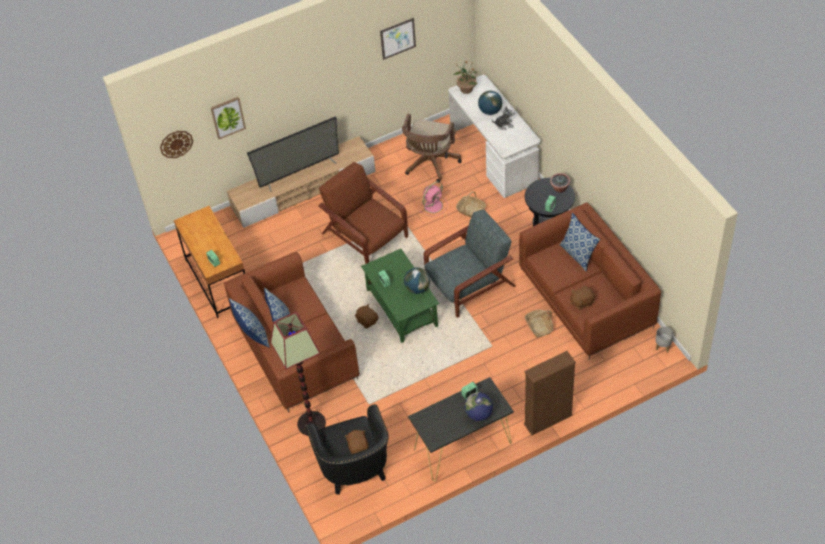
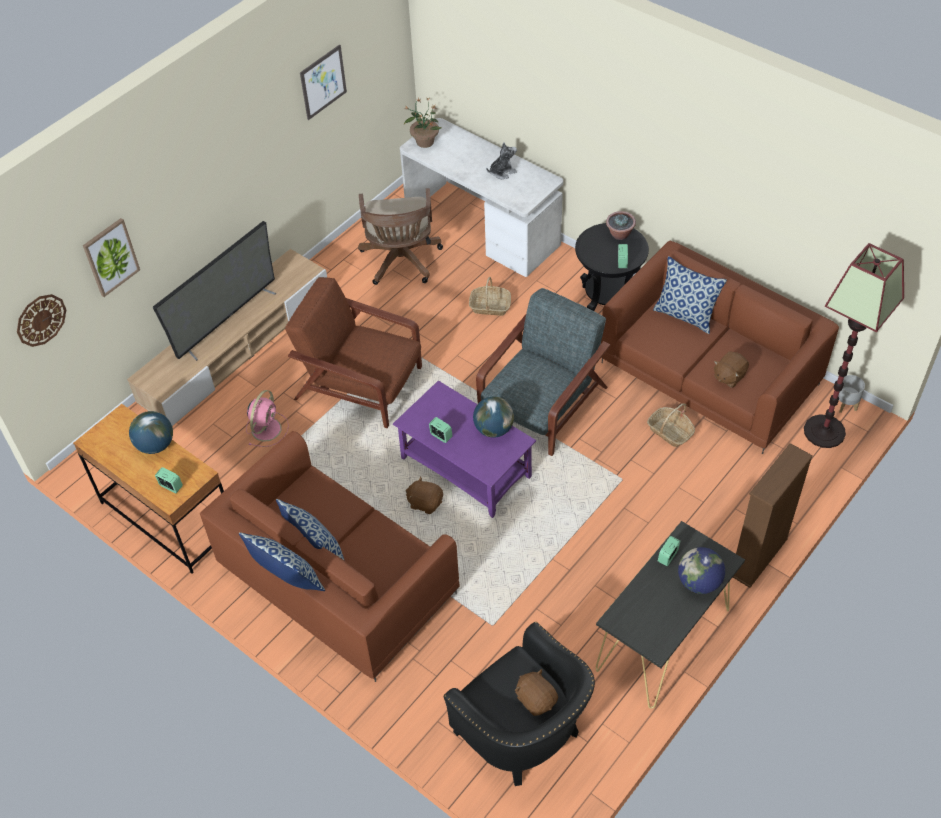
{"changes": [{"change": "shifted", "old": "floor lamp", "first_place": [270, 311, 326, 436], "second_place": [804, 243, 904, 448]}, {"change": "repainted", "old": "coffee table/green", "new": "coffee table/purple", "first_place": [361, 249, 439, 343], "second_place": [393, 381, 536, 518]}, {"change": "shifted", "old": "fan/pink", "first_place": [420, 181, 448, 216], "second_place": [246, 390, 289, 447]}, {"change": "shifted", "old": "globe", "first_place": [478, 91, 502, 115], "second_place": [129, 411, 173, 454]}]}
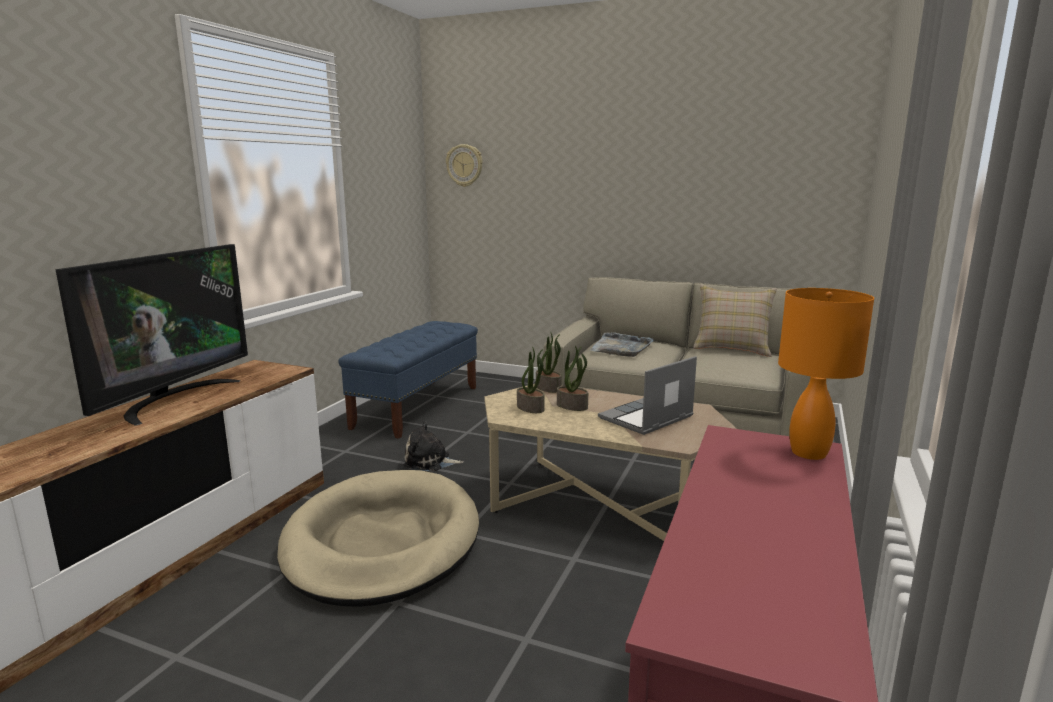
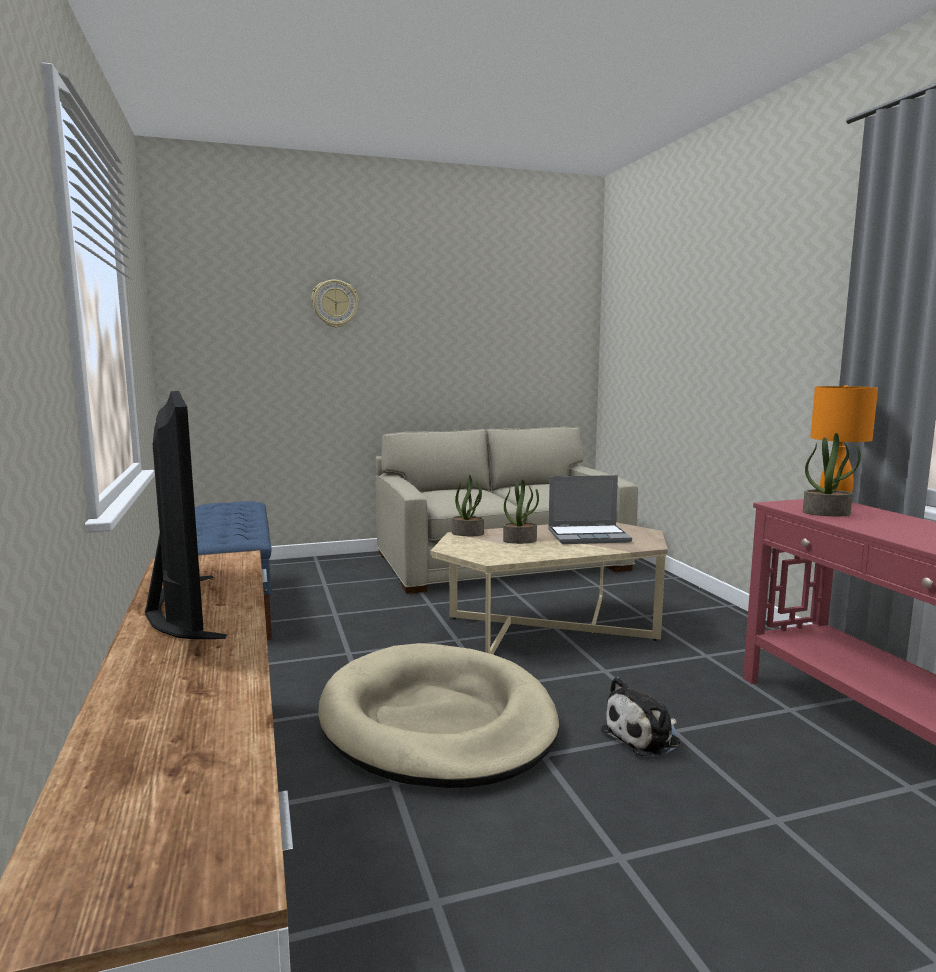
{"changes": [{"change": "shifted", "old": "plush toy", "first_place": [404, 421, 464, 471], "second_place": [601, 677, 681, 757]}, {"change": "shifted", "old": "wall clock", "first_place": [446, 144, 483, 187], "second_place": [312, 280, 359, 328]}, {"change": "shifted", "old": "potted plant", "first_place": [517, 347, 545, 413], "second_place": [803, 433, 861, 516]}, {"change": "gone", "old": "tray/grey", "first_place": [590, 332, 654, 357]}, {"change": "rotated", "old": "laptop", "first_place": [598, 356, 697, 435], "second_place": [548, 475, 632, 544], "degrees": -105}, {"change": "gone", "old": "pillow/beige", "first_place": [693, 285, 777, 357]}]}
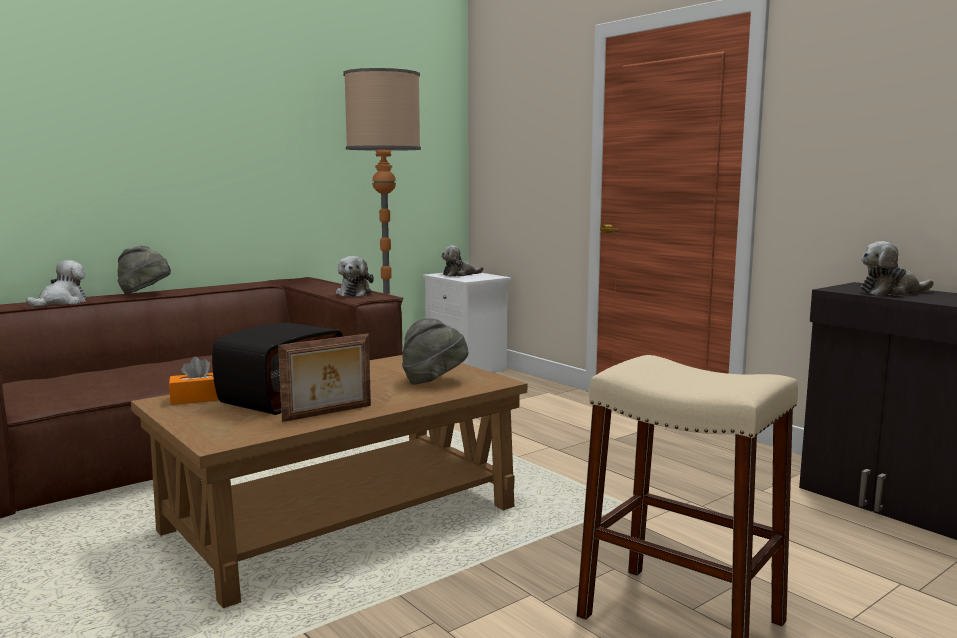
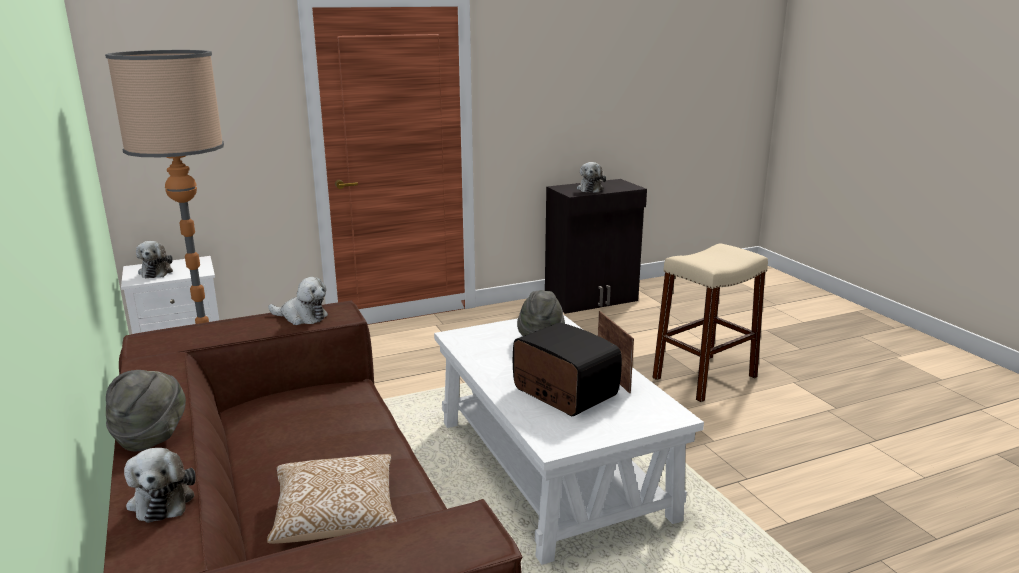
{"changes": [{"change": "rotated", "old": "plush toy", "first_place": [26, 260, 87, 306], "second_place": [124, 448, 196, 523], "degrees": -150}, {"change": "repainted", "old": "coffee table/brown", "new": "coffee table/white", "first_place": [131, 355, 527, 609], "second_place": [434, 314, 704, 565]}, {"change": "gone", "old": "tissue box/orange", "first_place": [169, 357, 218, 405]}, {"change": "new", "new": "pillow", "second_place": [267, 454, 397, 544]}]}
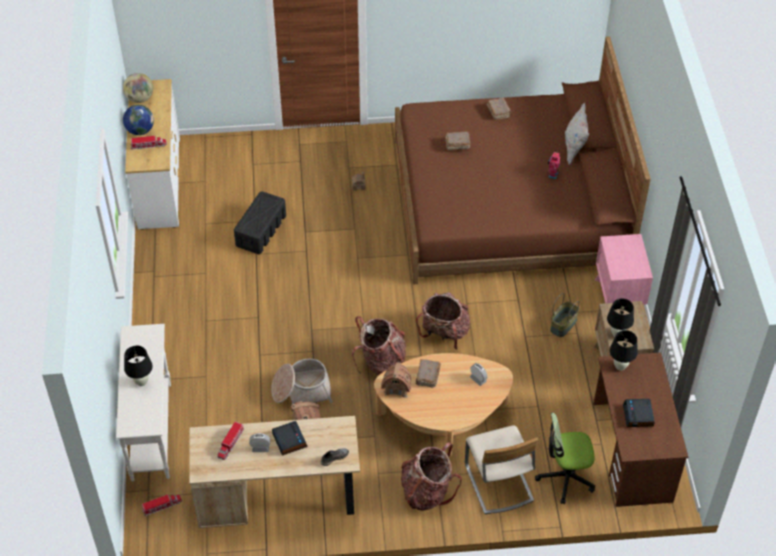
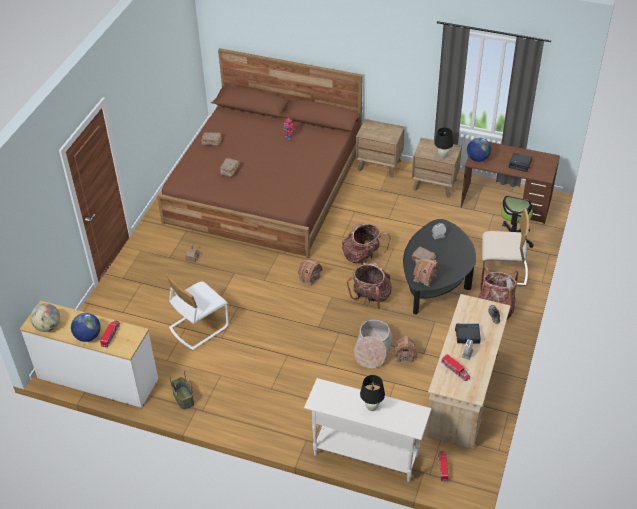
{"changes": [{"change": "swapped", "old": "storage box/black", "new": "chair/white", "first_place": [234, 191, 286, 254], "second_place": [166, 274, 229, 350]}, {"change": "repainted", "old": "coffee table/beige", "new": "coffee table/black", "first_place": [374, 353, 513, 457], "second_place": [403, 219, 476, 315]}, {"change": "shifted", "old": "basket", "first_place": [550, 293, 579, 337], "second_place": [170, 370, 194, 410]}, {"change": "gone", "old": "pillow/white", "first_place": [565, 103, 589, 164]}, {"change": "repainted", "old": "nightstand/pink", "new": "nightstand/brown", "first_place": [595, 234, 653, 305], "second_place": [356, 119, 405, 178]}, {"change": "swapped", "old": "table lamp/black", "new": "globe", "first_place": [610, 330, 638, 371], "second_place": [467, 138, 491, 162]}, {"change": "new", "new": "toy house", "second_place": [298, 260, 323, 286]}]}
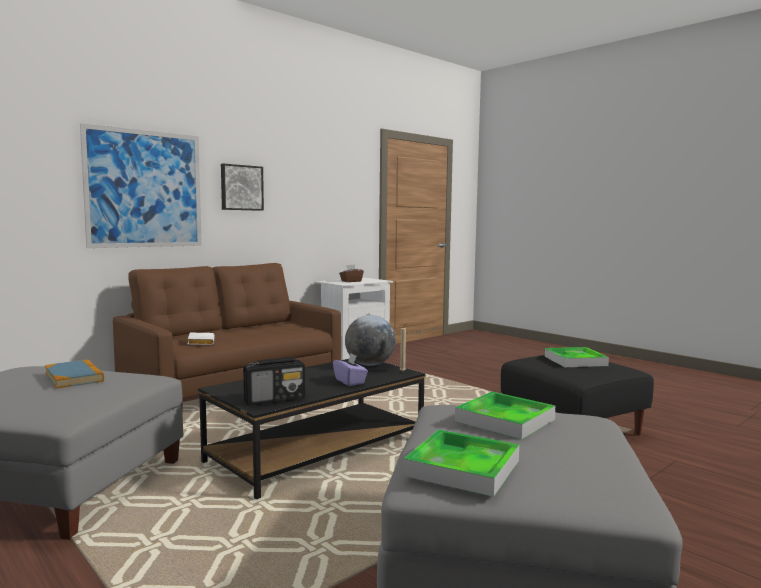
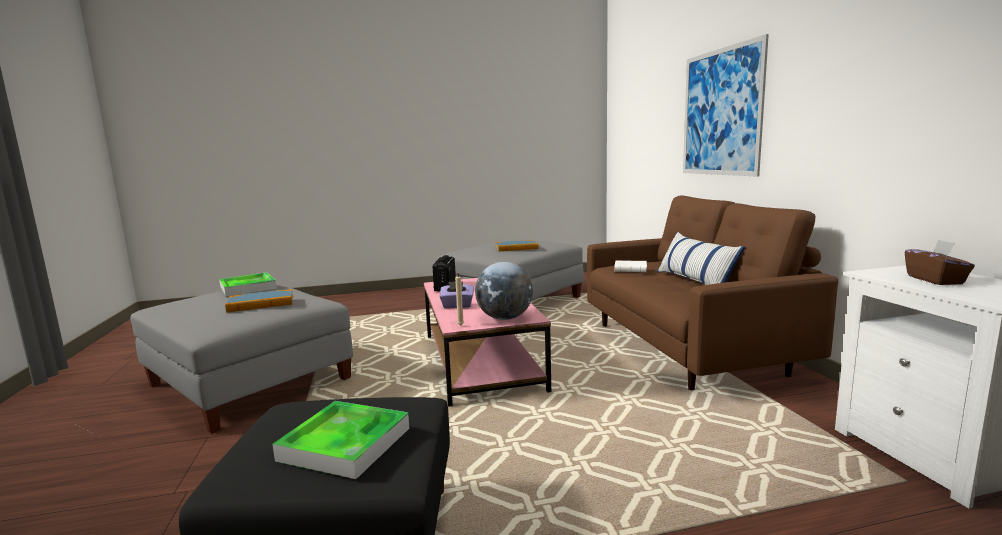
{"changes": [{"change": "repainted", "old": "coffee table/black", "new": "coffee table/pink", "first_place": [198, 359, 425, 499], "second_place": [424, 278, 551, 407]}, {"change": "gone", "old": "picture", "first_place": [221, 164, 264, 211]}, {"change": "swapped", "old": "tray", "new": "book", "first_place": [455, 392, 556, 439], "second_place": [225, 289, 293, 313]}, {"change": "new", "new": "pillow", "second_place": [657, 232, 745, 285]}]}
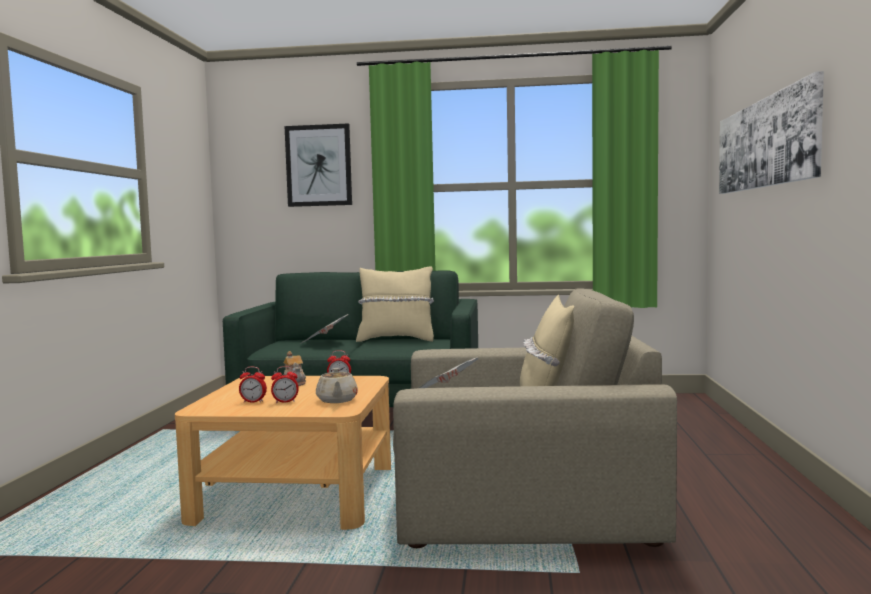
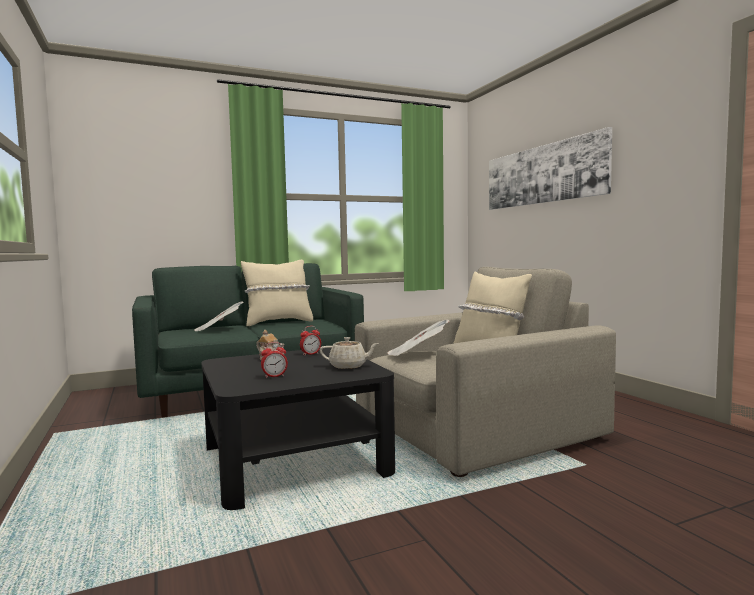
{"changes": [{"change": "repainted", "old": "coffee table/beige", "new": "coffee table/black", "first_place": [175, 376, 391, 530], "second_place": [202, 348, 395, 510]}, {"change": "gone", "old": "alarm clock", "first_place": [271, 366, 299, 403]}, {"change": "gone", "old": "picture", "first_place": [284, 124, 352, 207]}, {"change": "rotated", "old": "teapot/beige", "first_place": [316, 368, 358, 403], "second_place": [320, 337, 380, 369], "degrees": -45}]}
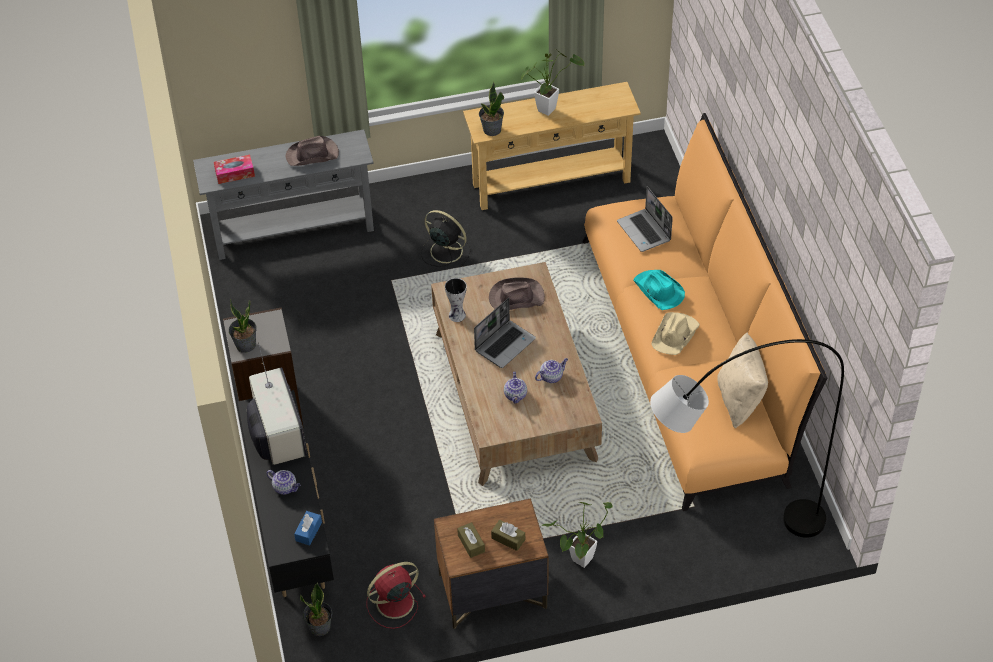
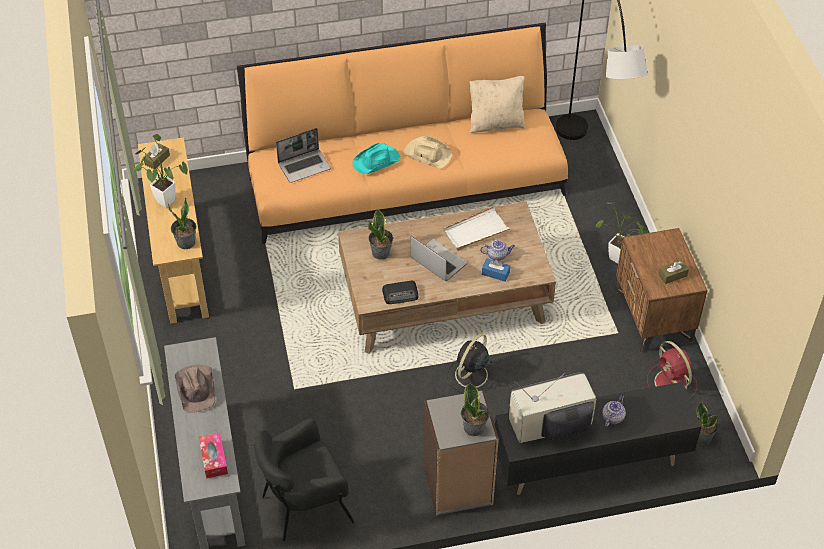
{"changes": [{"change": "shifted", "old": "tissue box/blue", "first_place": [294, 511, 322, 545], "second_place": [482, 258, 510, 282]}, {"change": "shifted", "old": "fan/black", "first_place": [421, 210, 471, 267], "second_place": [447, 334, 494, 394]}, {"change": "swapped", "old": "vase", "new": "radio", "first_place": [445, 278, 467, 322], "second_place": [382, 281, 418, 304]}, {"change": "swapped", "old": "hat/brown", "new": "potted plant", "first_place": [489, 277, 545, 310], "second_place": [368, 209, 393, 260]}, {"change": "shifted", "old": "tissue box/brown", "first_place": [491, 520, 525, 551], "second_place": [144, 143, 170, 170]}, {"change": "swapped", "old": "teapot", "new": "tray/white", "first_place": [535, 358, 568, 383], "second_place": [443, 206, 511, 251]}, {"change": "new", "new": "armchair/black", "second_place": [254, 418, 355, 542]}]}
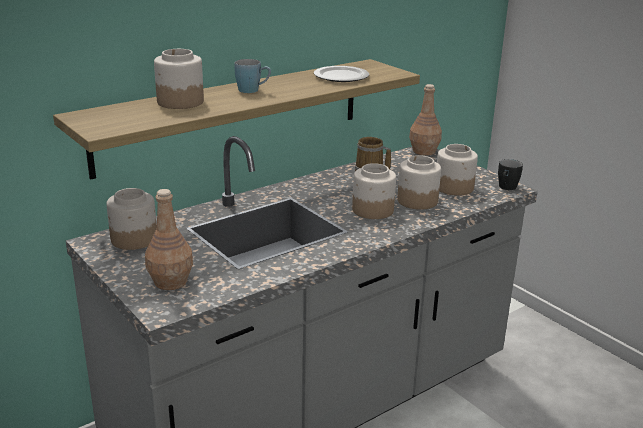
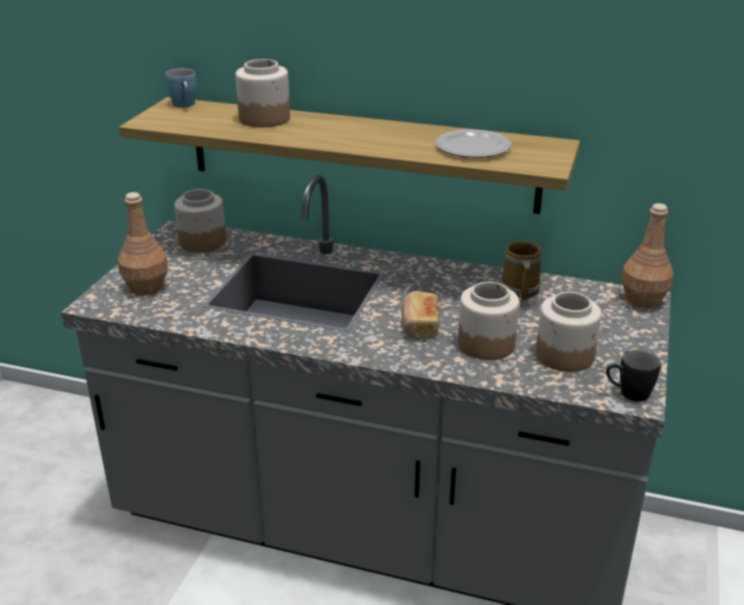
{"changes": [{"change": "shifted", "old": "mug/blue", "first_place": [234, 59, 271, 93], "second_place": [166, 68, 197, 107]}, {"change": "swapped", "old": "jar", "new": "bread", "first_place": [352, 163, 396, 219], "second_place": [402, 291, 439, 340]}]}
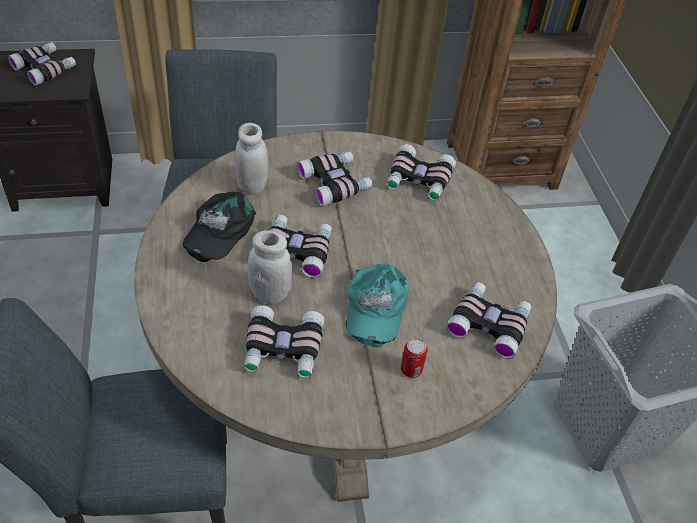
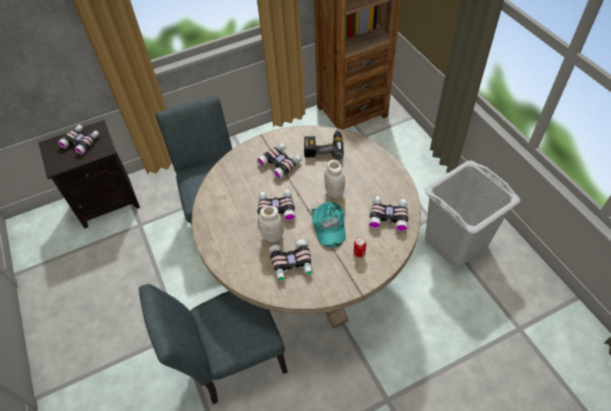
{"changes": [{"change": "gone", "old": "cap/black", "first_place": [182, 192, 256, 262]}, {"change": "shifted", "old": "jar/white", "first_place": [235, 123, 268, 195], "second_place": [324, 160, 345, 198]}, {"change": "swapped", "old": "binoculars", "new": "power drill", "first_place": [387, 144, 456, 200], "second_place": [304, 129, 344, 160]}]}
